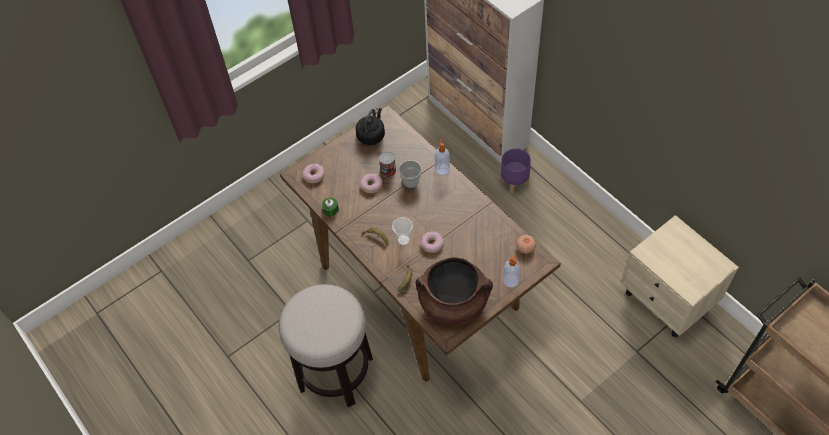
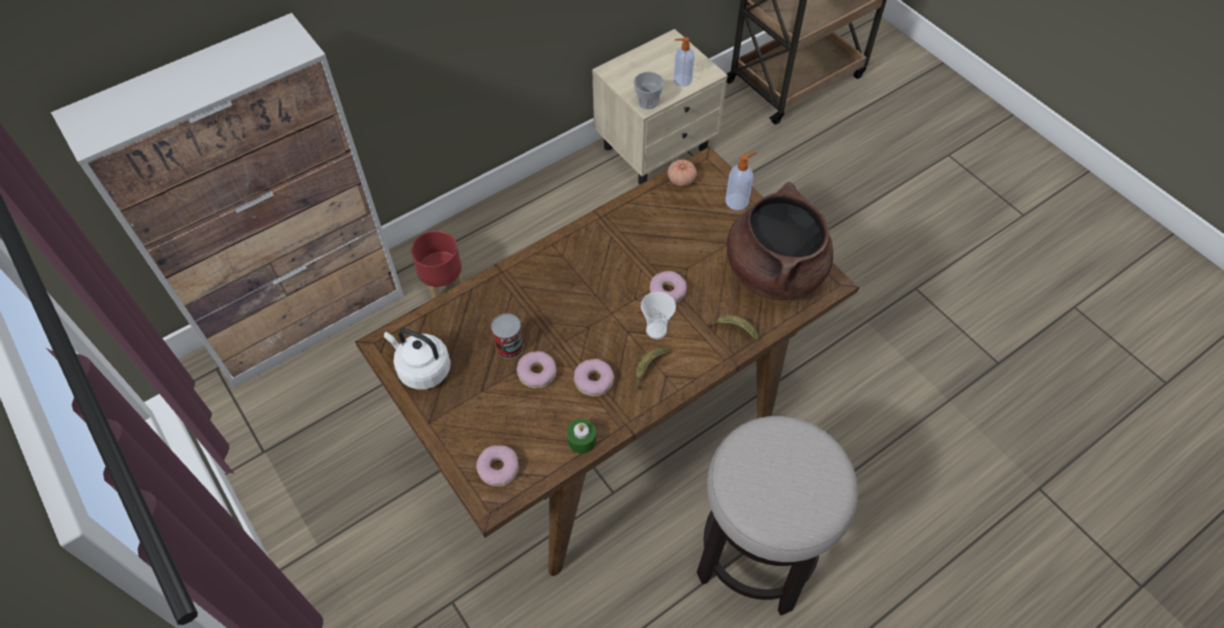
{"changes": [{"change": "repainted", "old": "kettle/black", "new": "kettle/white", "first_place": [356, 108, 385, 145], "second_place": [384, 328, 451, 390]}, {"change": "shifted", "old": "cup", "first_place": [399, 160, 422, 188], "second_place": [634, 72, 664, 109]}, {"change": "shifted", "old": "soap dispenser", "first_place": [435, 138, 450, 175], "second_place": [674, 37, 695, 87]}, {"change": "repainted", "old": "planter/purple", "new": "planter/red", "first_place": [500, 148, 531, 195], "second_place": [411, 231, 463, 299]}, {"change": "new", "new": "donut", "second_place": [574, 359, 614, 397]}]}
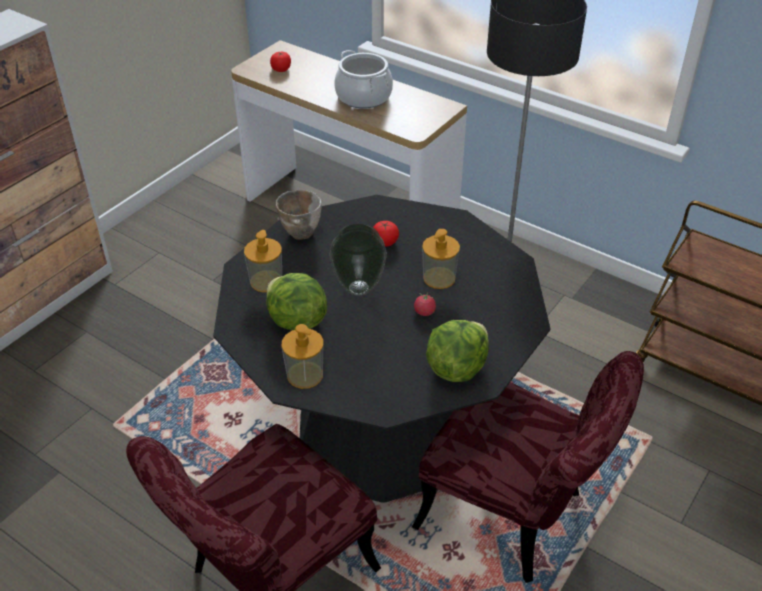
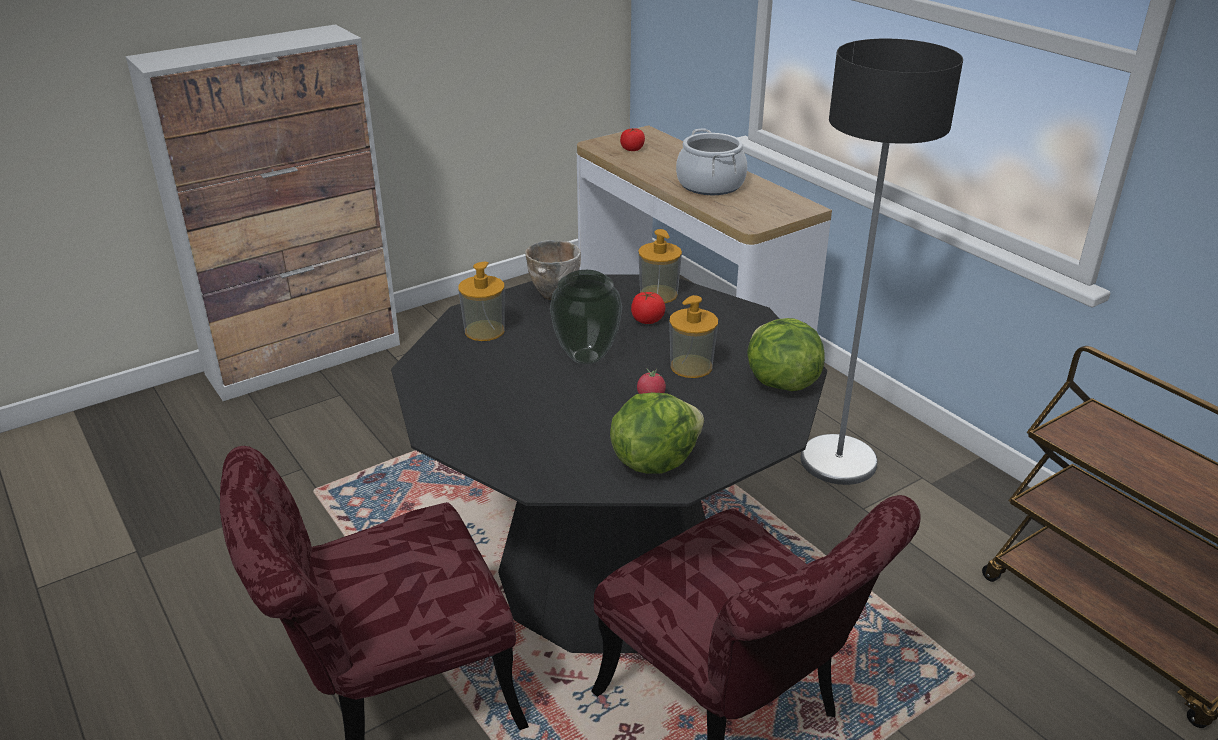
{"changes": [{"change": "shifted", "old": "lettuce", "first_place": [266, 273, 327, 330], "second_place": [747, 318, 825, 391]}, {"change": "shifted", "old": "soap dispenser", "first_place": [282, 324, 324, 389], "second_place": [638, 229, 682, 303]}]}
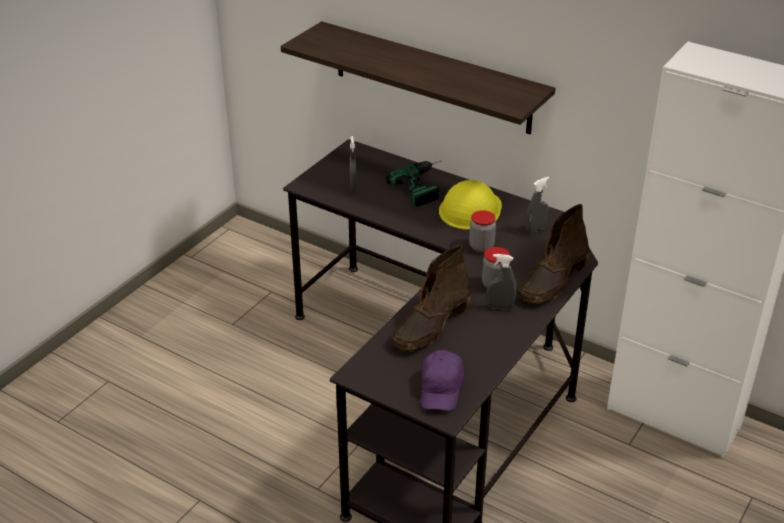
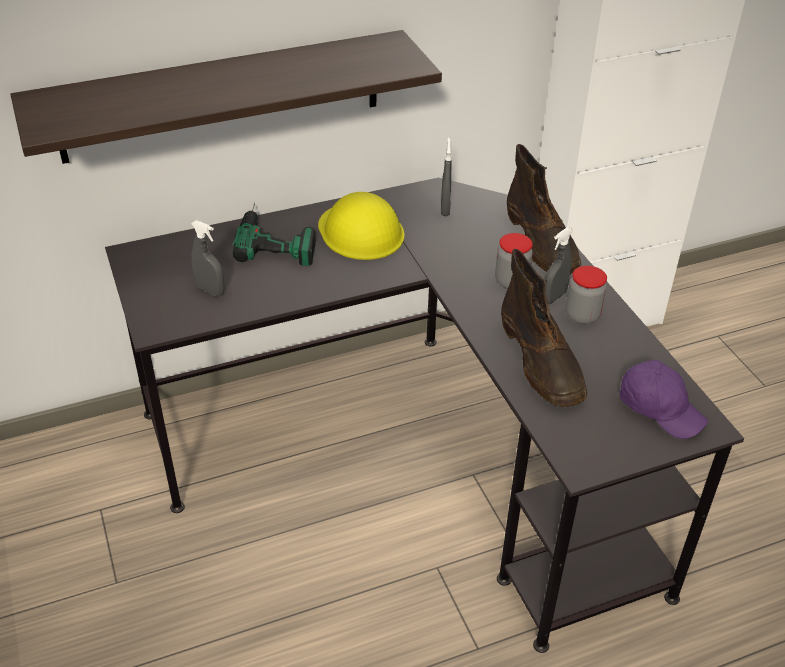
{"changes": [{"change": "shifted", "old": "jar", "first_place": [469, 210, 496, 252], "second_place": [566, 266, 607, 324]}]}
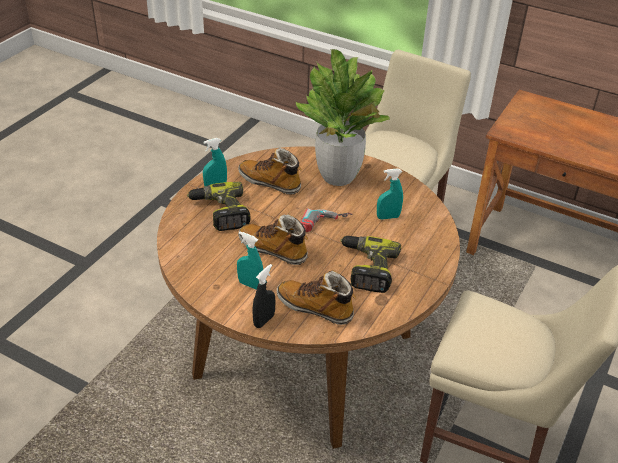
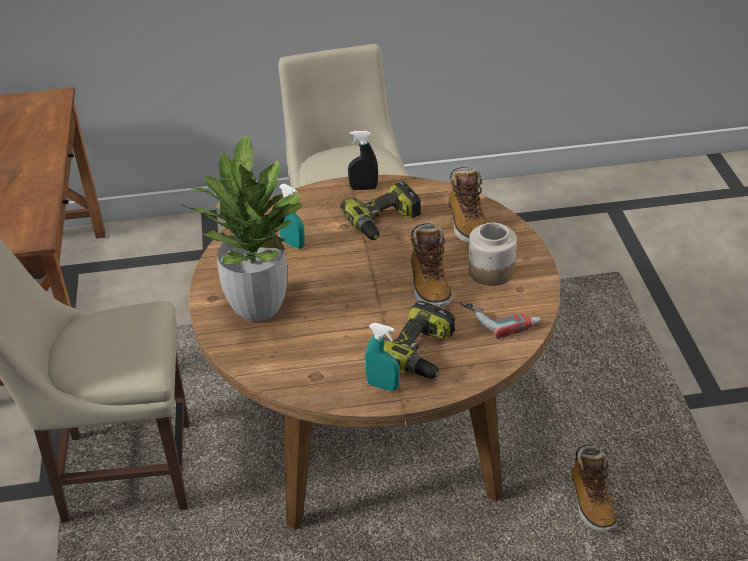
{"changes": [{"change": "swapped", "old": "spray bottle/turquoise", "new": "jar", "first_place": [237, 232, 263, 290], "second_place": [468, 222, 517, 286]}, {"change": "shifted", "old": "boot", "first_place": [238, 148, 301, 194], "second_place": [571, 445, 617, 532]}, {"change": "shifted", "old": "spray bottle/black", "first_place": [253, 264, 276, 328], "second_place": [348, 131, 378, 190]}, {"change": "shifted", "old": "power drill", "first_place": [300, 208, 353, 232], "second_place": [459, 302, 541, 339]}]}
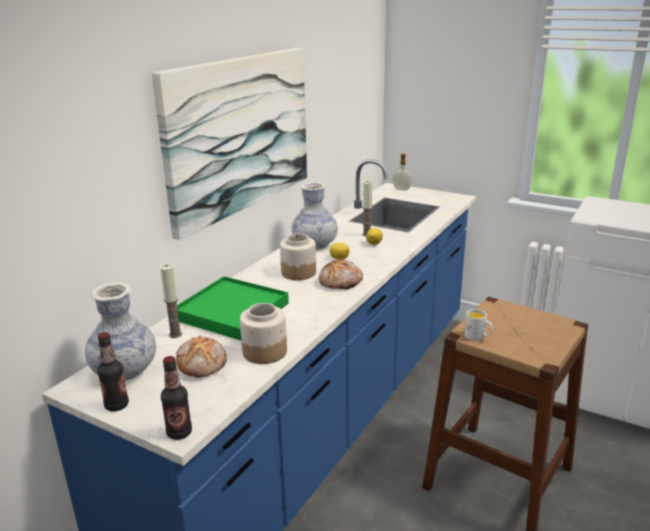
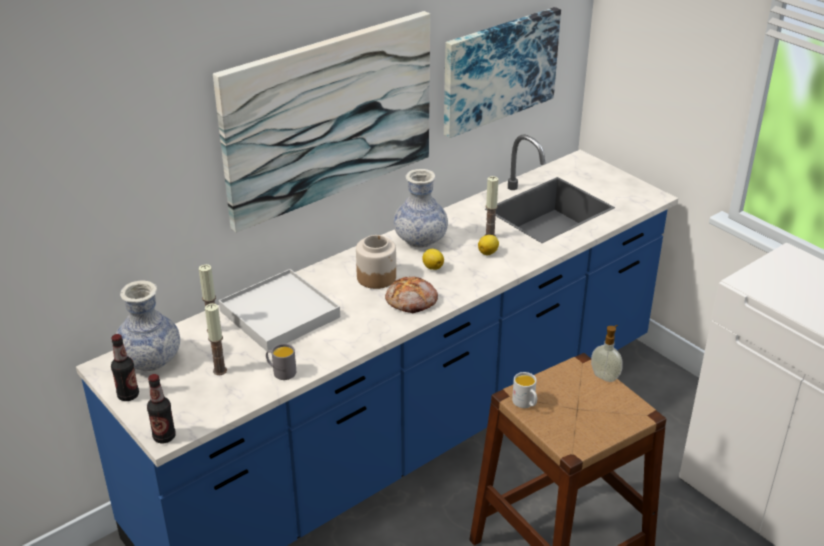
{"changes": [{"change": "swapped", "old": "bread", "new": "candle", "first_place": [176, 336, 227, 378], "second_place": [205, 303, 227, 375]}, {"change": "repainted", "old": "tray/green", "new": "tray/white", "first_place": [177, 276, 289, 341], "second_place": [219, 269, 340, 351]}, {"change": "swapped", "old": "jar", "new": "mug/grey", "first_place": [240, 303, 287, 364], "second_place": [266, 344, 296, 380]}, {"change": "shifted", "old": "soap dispenser", "first_place": [393, 154, 412, 191], "second_place": [591, 325, 623, 382]}, {"change": "new", "new": "picture", "second_place": [444, 7, 561, 138]}]}
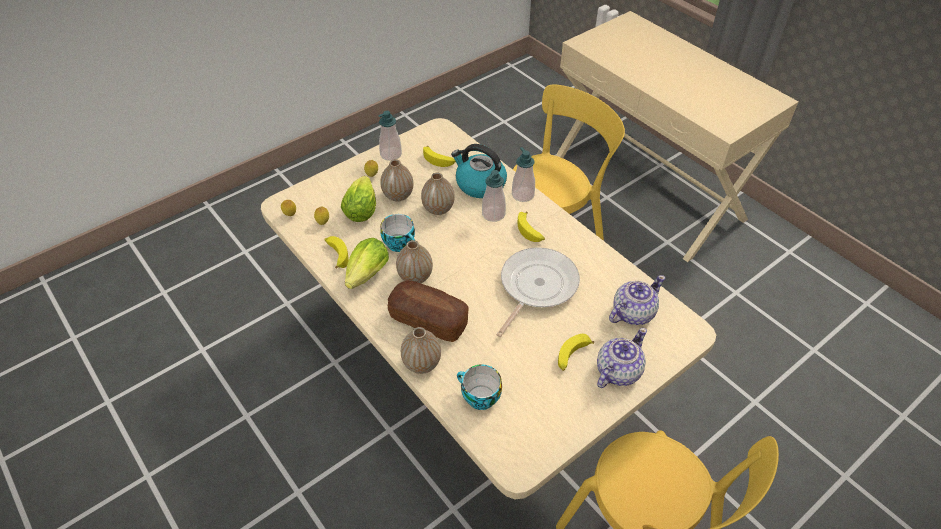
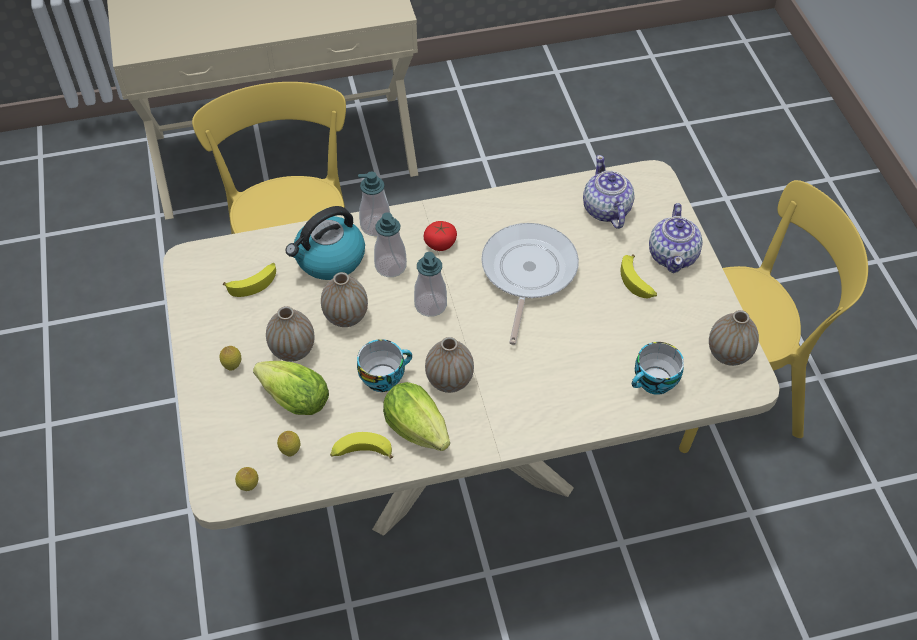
{"changes": [{"change": "shifted", "old": "soap dispenser", "first_place": [378, 111, 402, 161], "second_place": [414, 252, 447, 317]}, {"change": "gone", "old": "bread", "first_place": [388, 281, 469, 342]}, {"change": "shifted", "old": "vase", "first_place": [401, 327, 441, 374], "second_place": [709, 310, 759, 366]}, {"change": "rotated", "old": "frying pan", "first_place": [496, 247, 580, 337], "second_place": [481, 223, 579, 345], "degrees": 45}, {"change": "swapped", "old": "banana", "new": "tomato", "first_place": [518, 212, 545, 242], "second_place": [424, 221, 457, 251]}, {"change": "rotated", "old": "teapot", "first_place": [597, 328, 647, 388], "second_place": [649, 203, 703, 273], "degrees": -150}]}
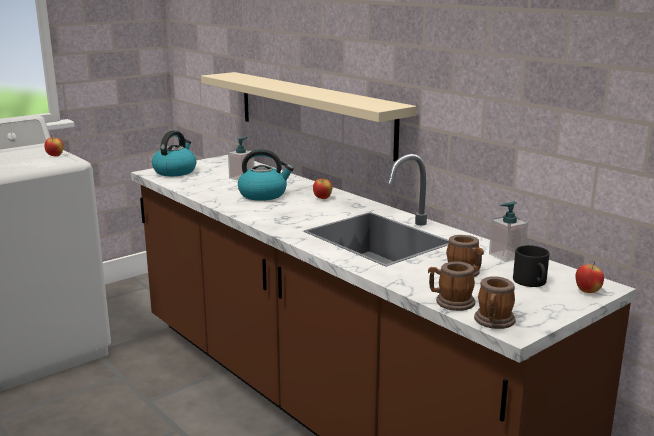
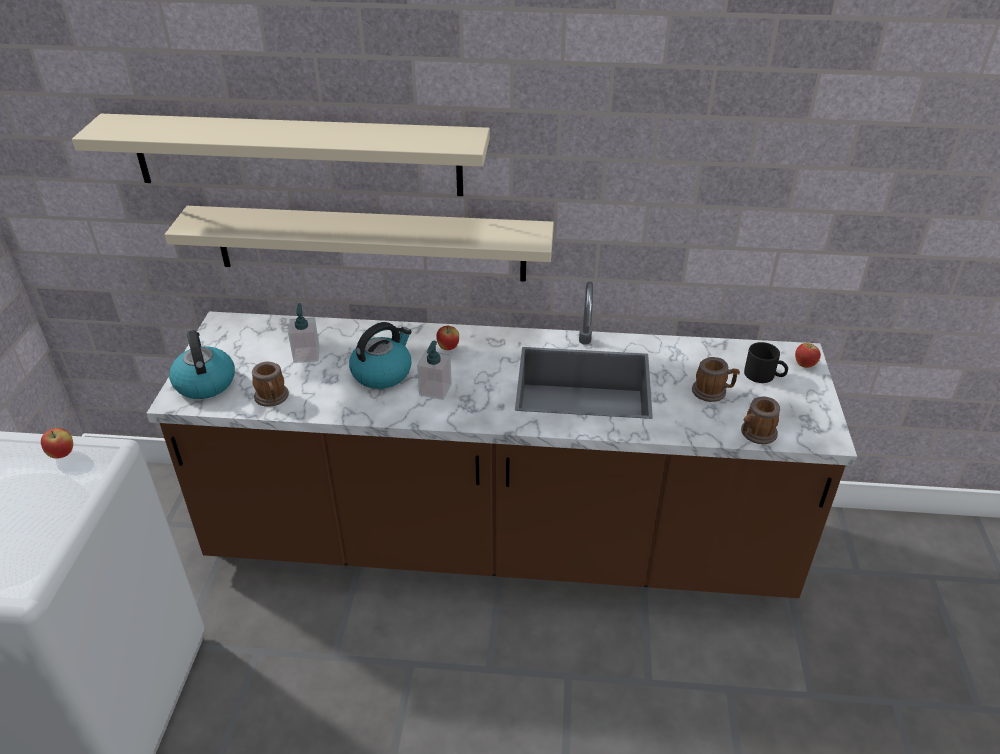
{"changes": [{"change": "shifted", "old": "mug", "first_place": [474, 276, 516, 329], "second_place": [252, 362, 289, 407]}, {"change": "shifted", "old": "soap dispenser", "first_place": [489, 201, 528, 262], "second_place": [417, 341, 452, 400]}, {"change": "new", "new": "shelf/beige", "second_place": [72, 114, 490, 196]}]}
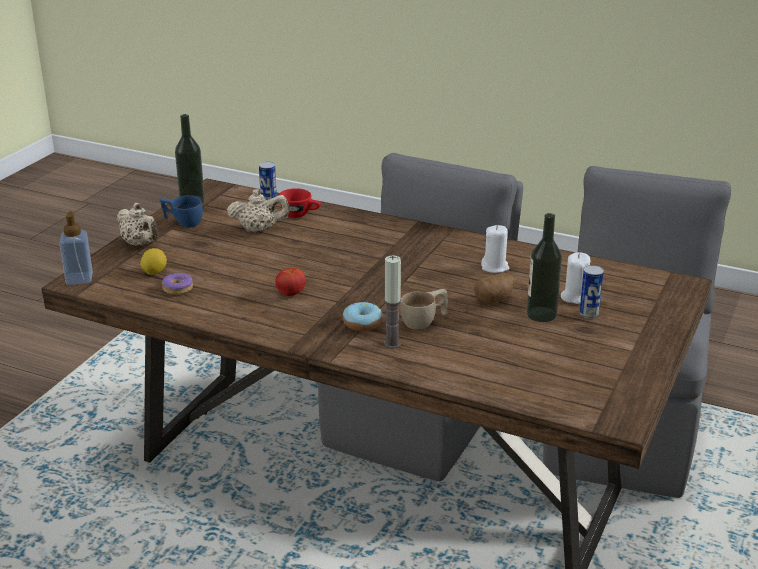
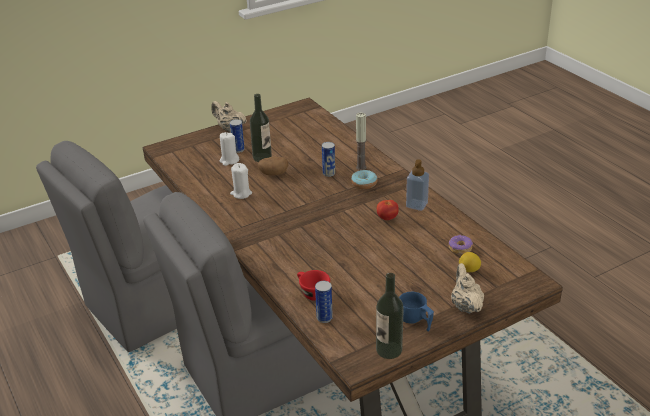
{"changes": [{"change": "shifted", "old": "soap dispenser", "first_place": [59, 211, 93, 285], "second_place": [406, 159, 429, 211]}, {"change": "shifted", "old": "teapot/beige", "first_place": [227, 189, 290, 232], "second_place": [211, 101, 247, 132]}, {"change": "swapped", "old": "cup/beige", "new": "can", "first_place": [400, 289, 448, 330], "second_place": [322, 142, 335, 177]}]}
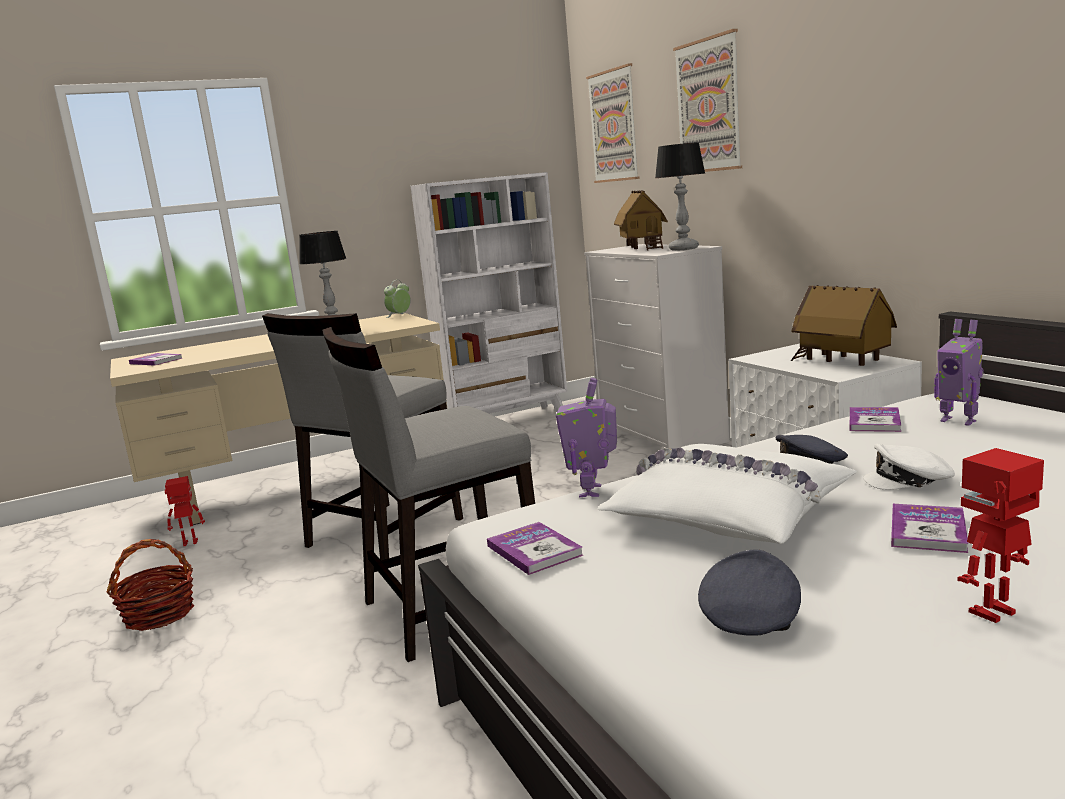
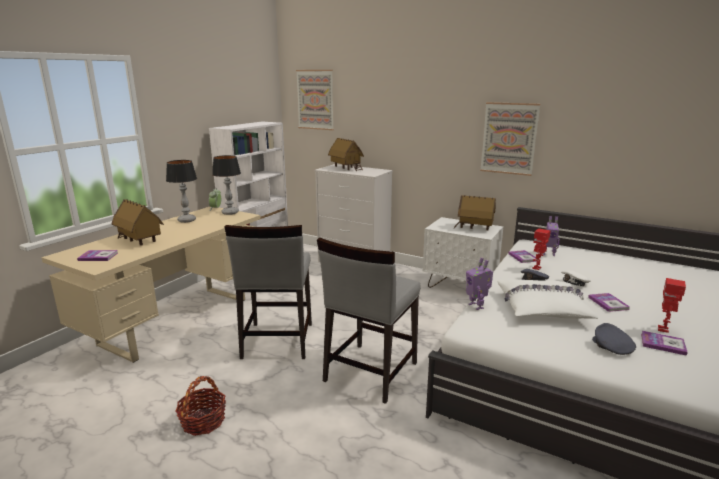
{"changes": [{"change": "shifted", "old": "toy robot", "first_place": [165, 476, 205, 547], "second_place": [532, 228, 551, 270]}, {"change": "shifted", "old": "book", "first_place": [487, 522, 583, 575], "second_place": [641, 331, 688, 356]}, {"change": "shifted", "old": "table lamp", "first_place": [655, 142, 705, 251], "second_place": [212, 155, 241, 215]}, {"change": "shifted", "old": "picture", "first_place": [673, 29, 742, 172], "second_place": [480, 102, 540, 176]}, {"change": "new", "new": "toy house", "second_place": [112, 199, 164, 246]}]}
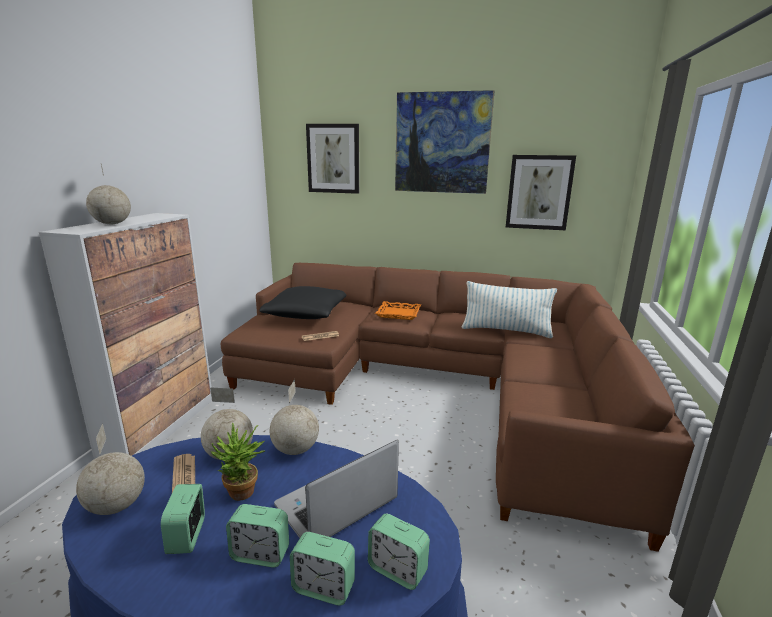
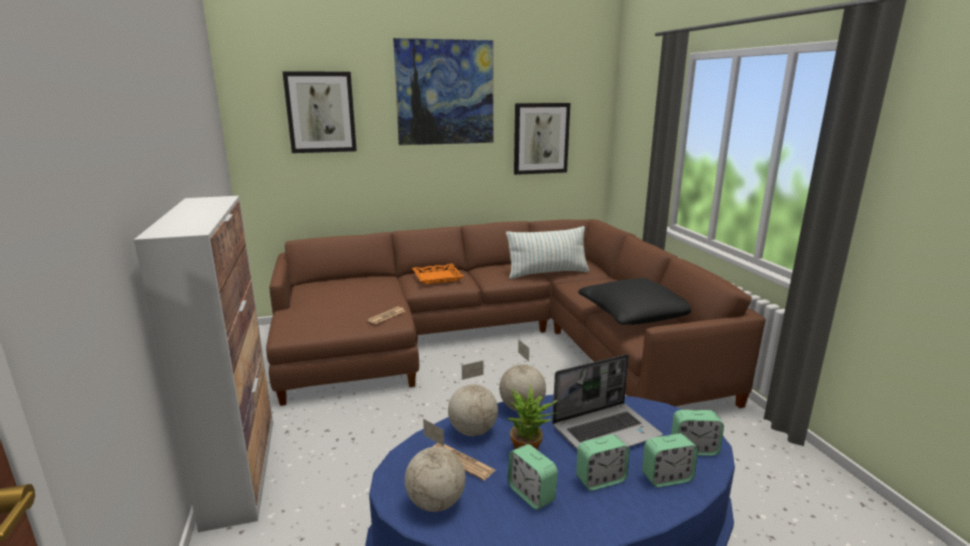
{"changes": [{"change": "gone", "old": "globe", "first_place": [86, 163, 131, 224]}, {"change": "shifted", "old": "pillow/black", "first_place": [259, 286, 346, 319], "second_place": [578, 278, 691, 325]}, {"change": "rotated", "old": "laptop", "first_place": [274, 440, 399, 538], "second_place": [552, 354, 663, 450], "degrees": -135}]}
